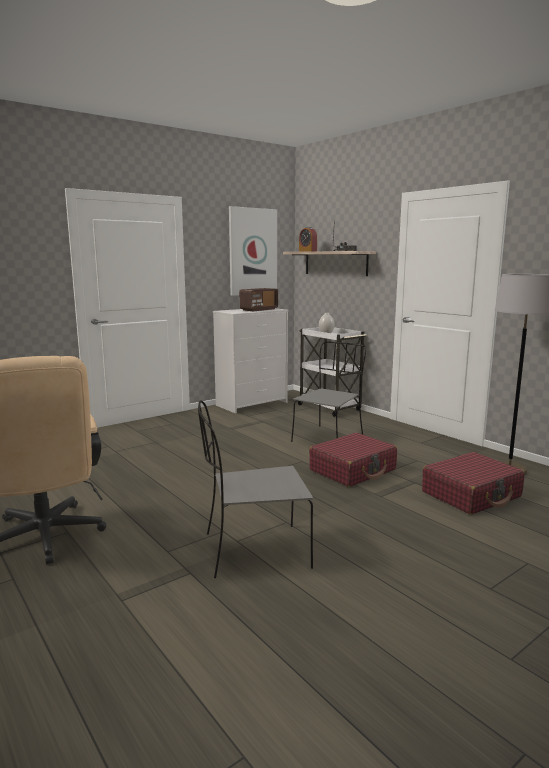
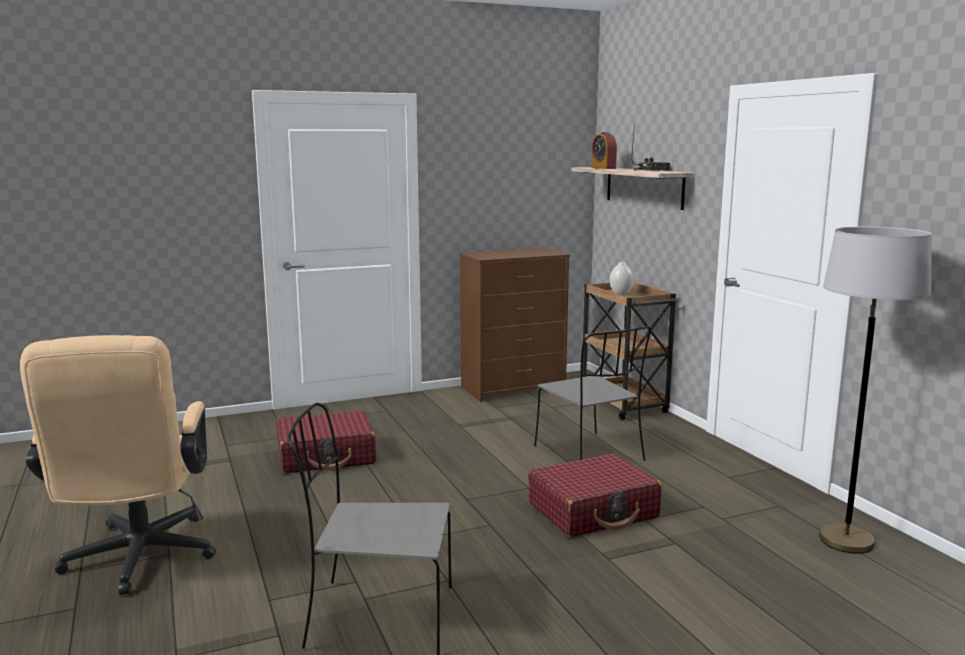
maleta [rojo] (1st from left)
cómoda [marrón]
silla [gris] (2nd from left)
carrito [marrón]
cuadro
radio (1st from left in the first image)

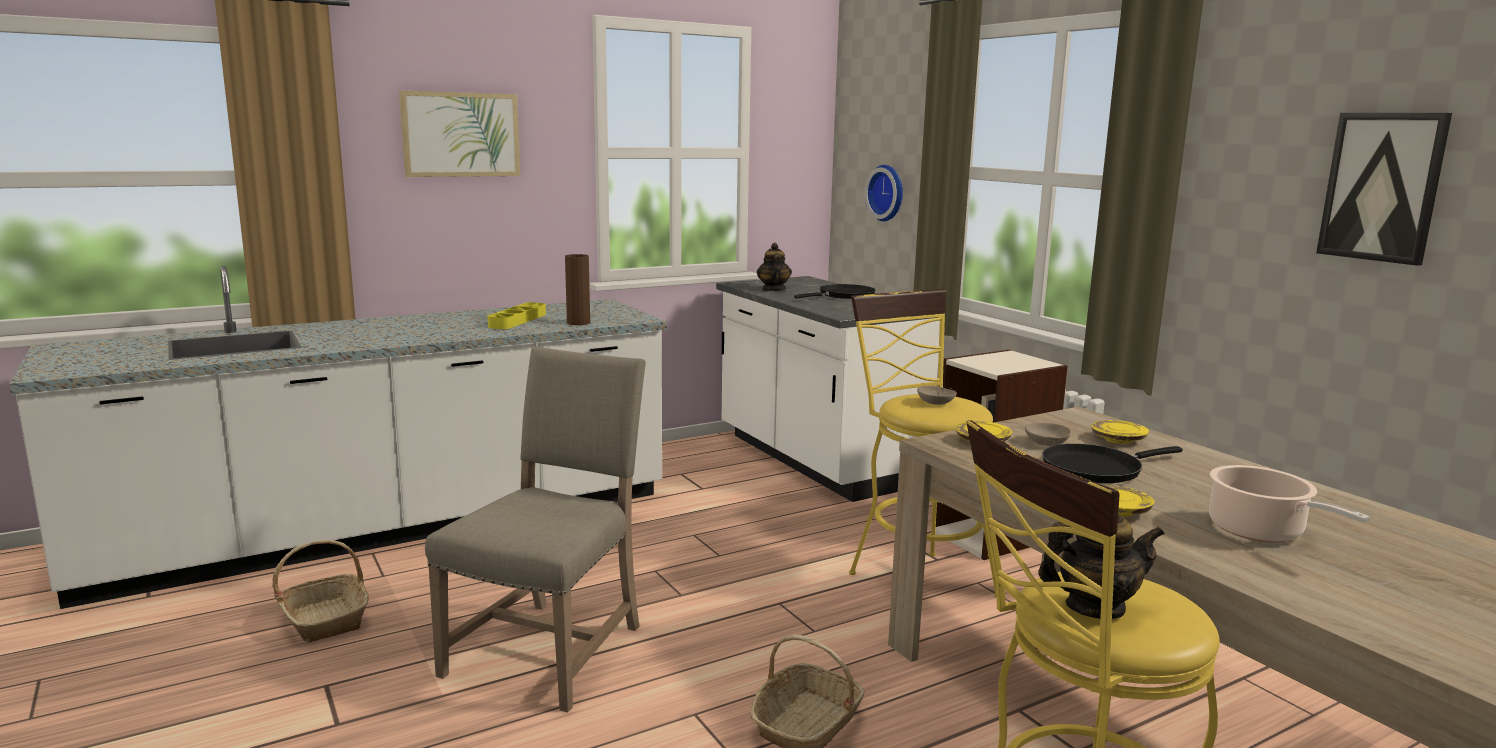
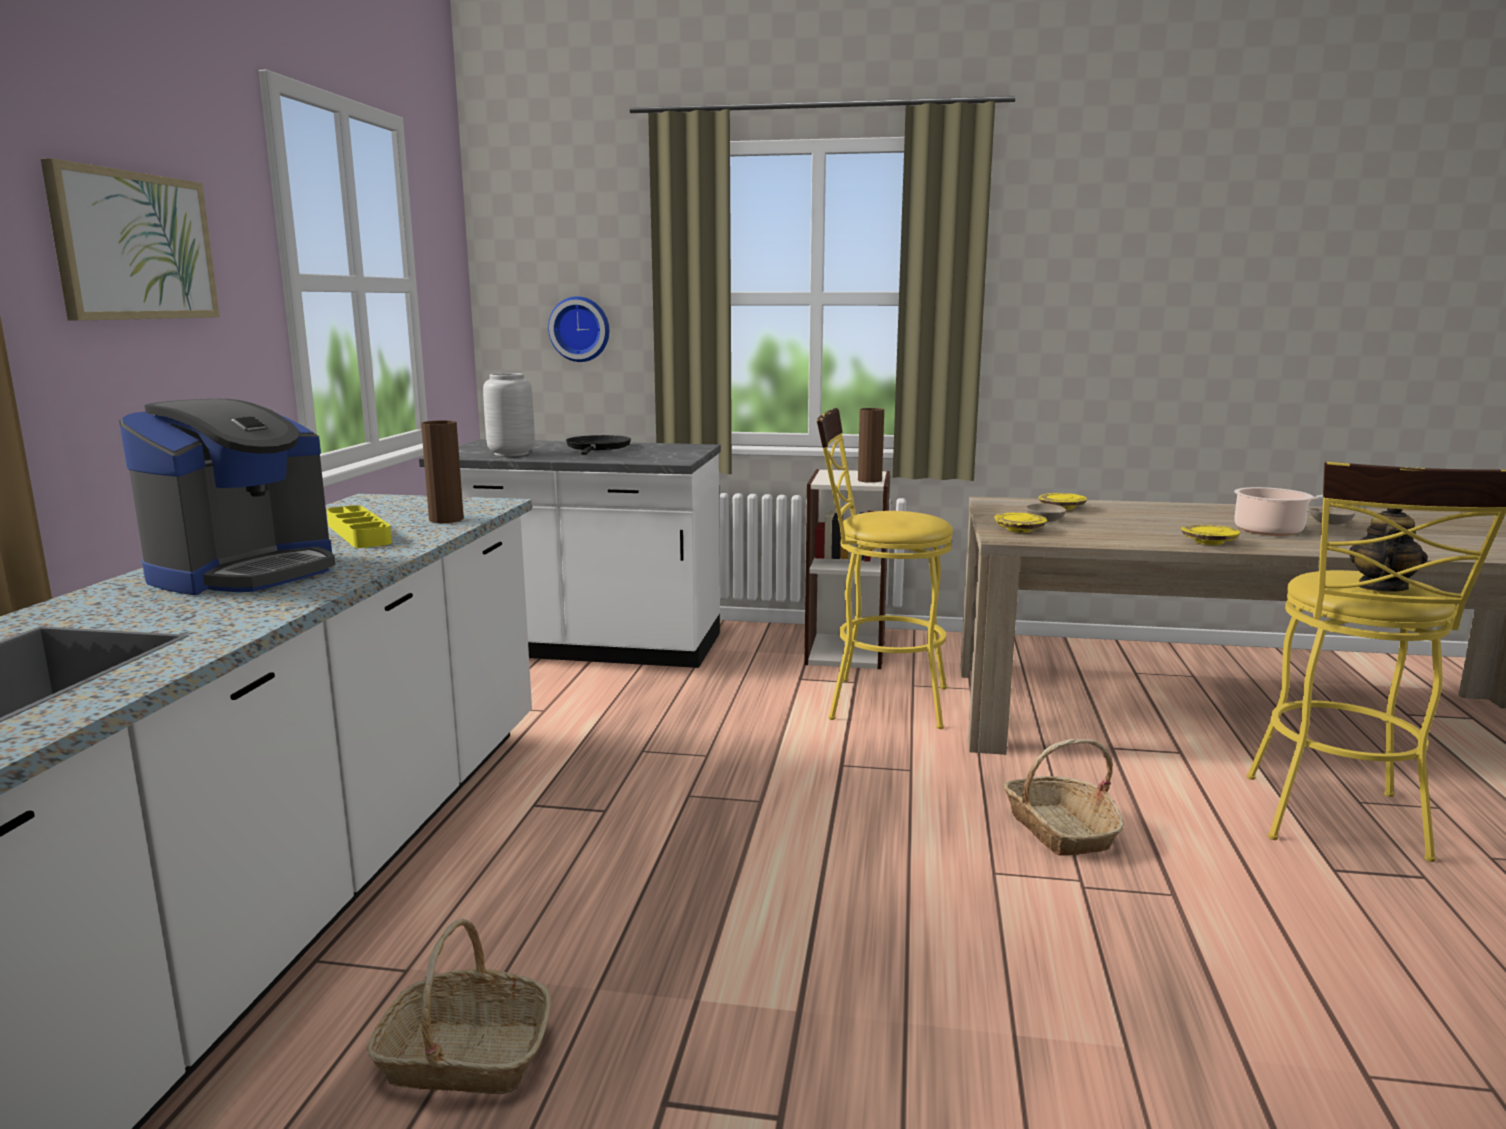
cafetera
florero [gris]
florero [marrón] (2nd from left)
cuenco [beis] (2nd from left)
silla [beis]
sartén [negro] (2nd from left in the first image)
cuadro (2nd from left in the first image)

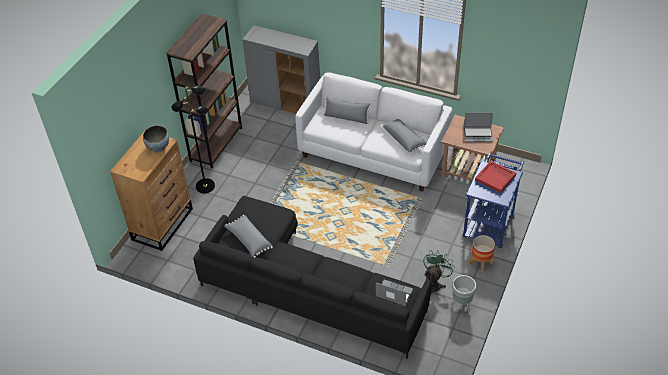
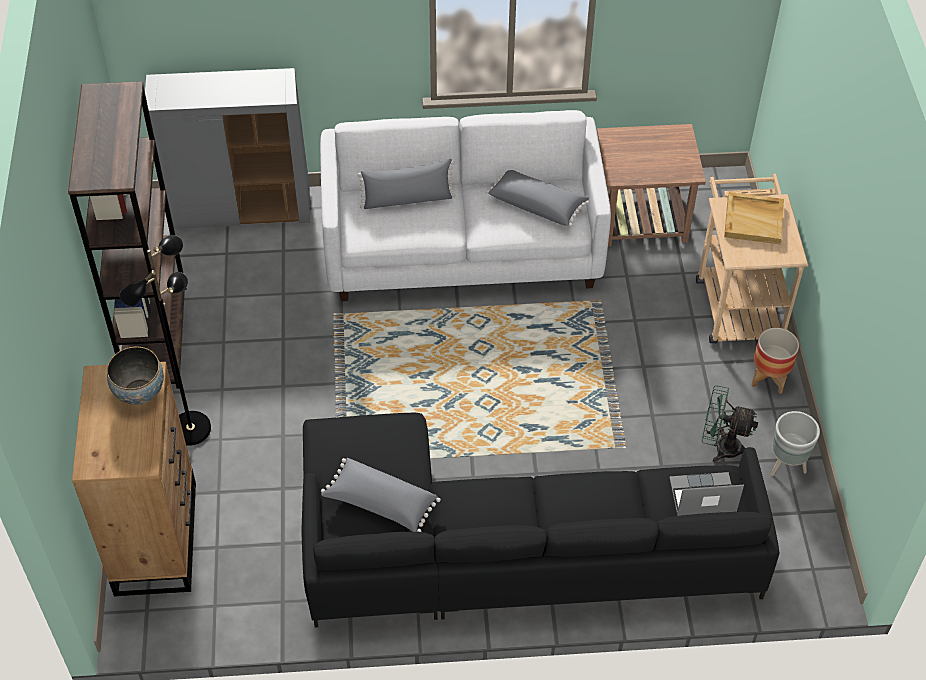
carrito [beis]
ventilador [verde]
bandeja [beis]
portátil (2nd from left in the first image)

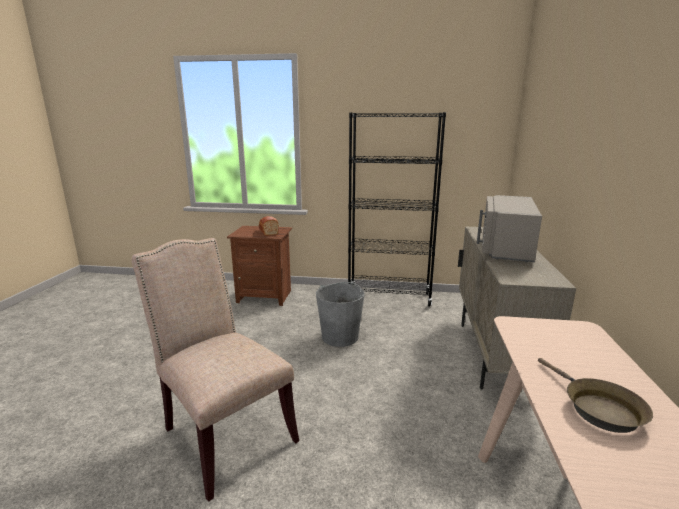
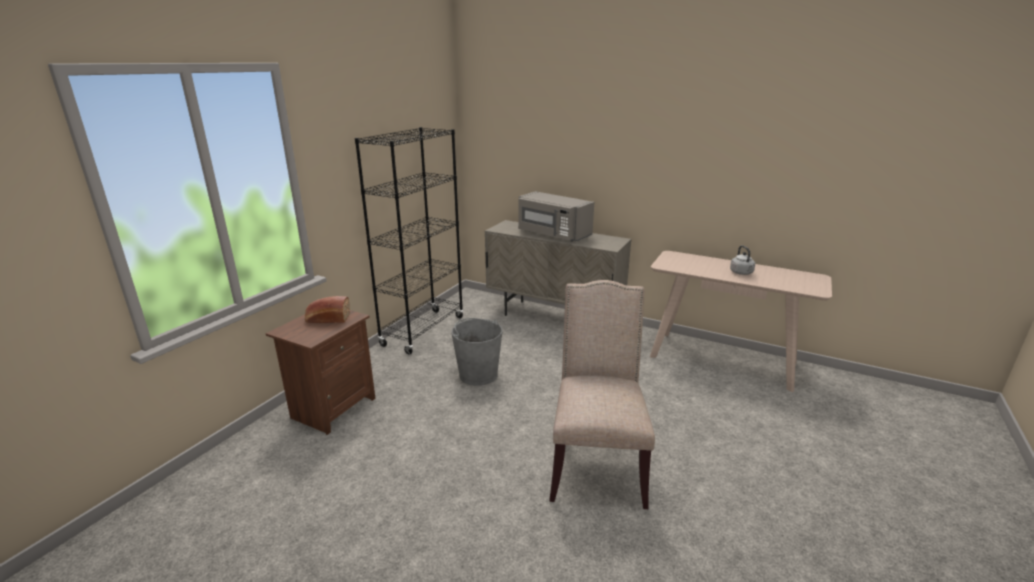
silla [beis]
hervidor [gris]

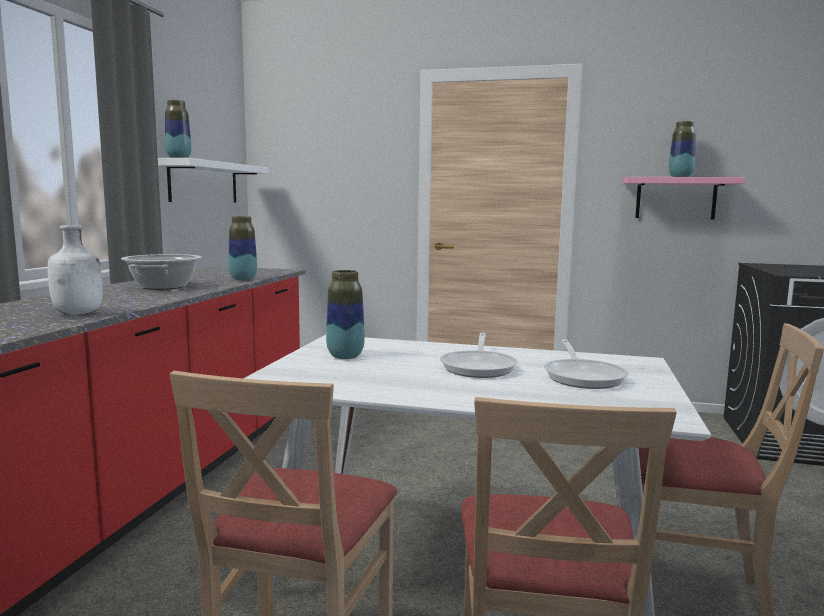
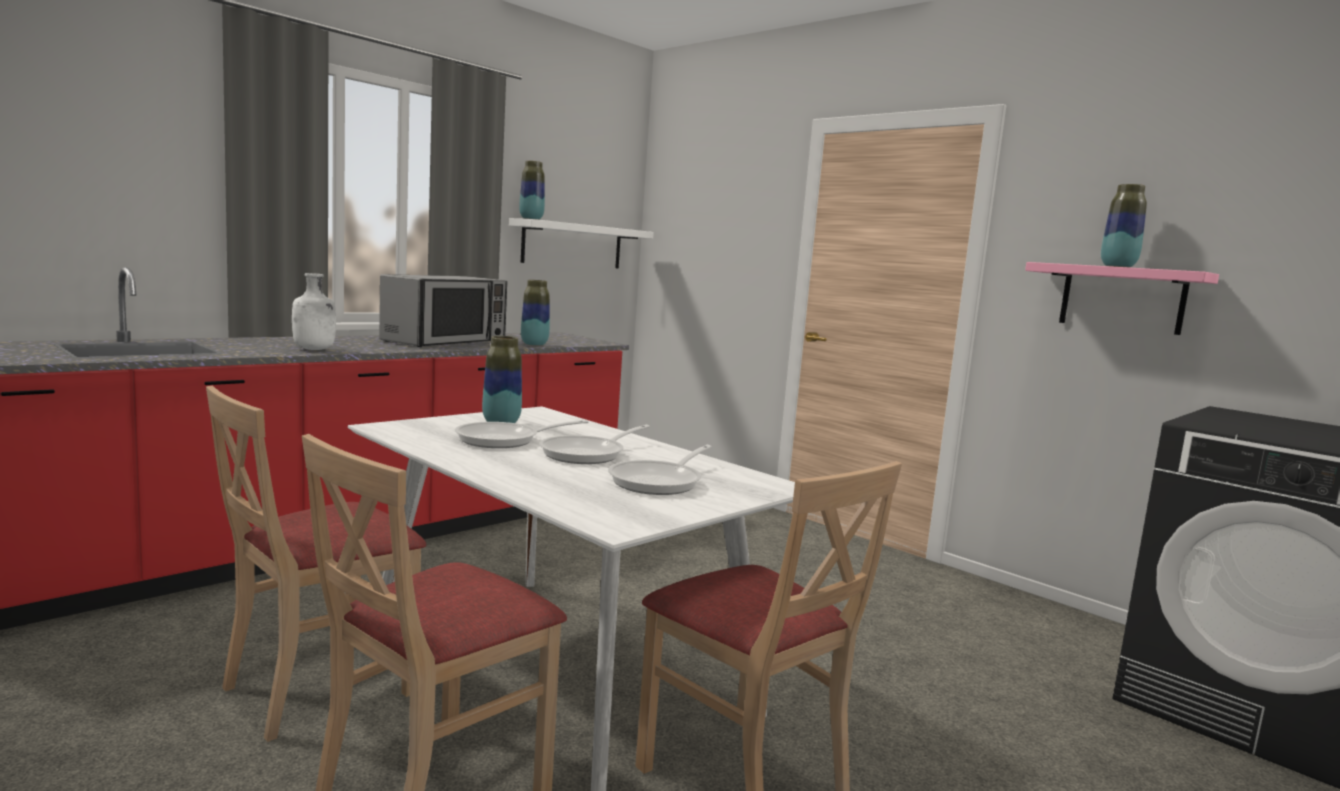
microondas
sartén (1st from left)

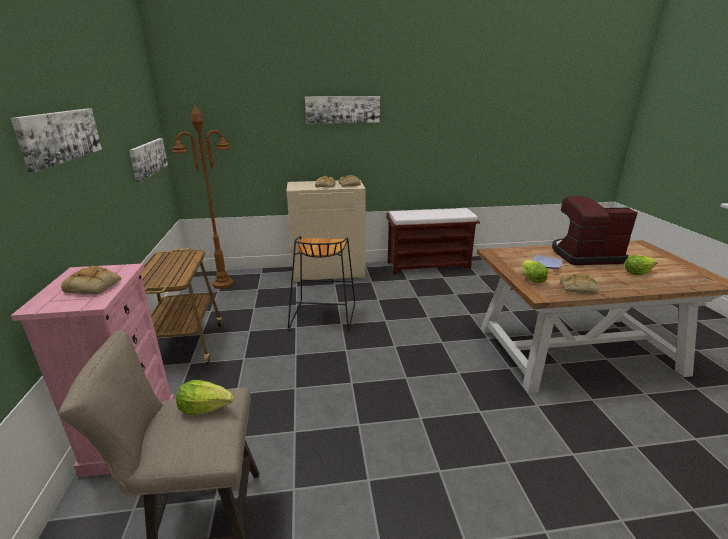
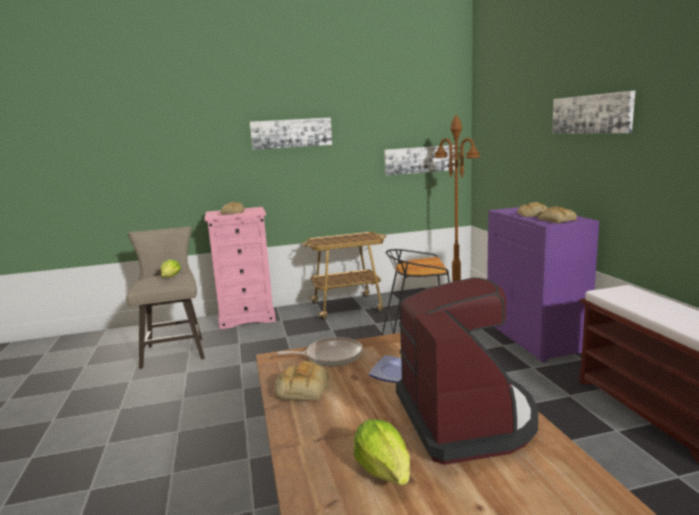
sartén
armario [morado]

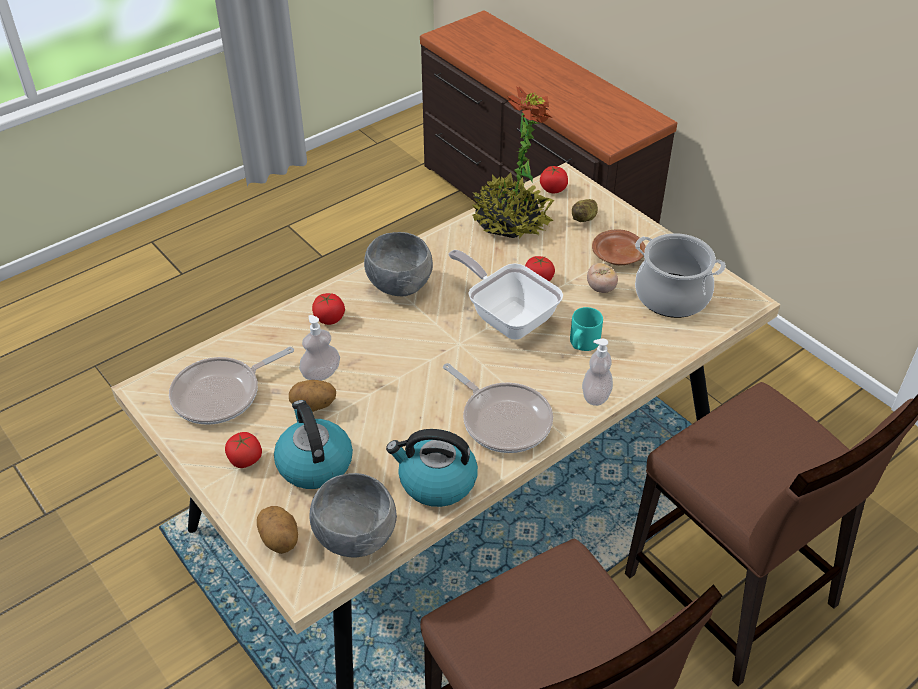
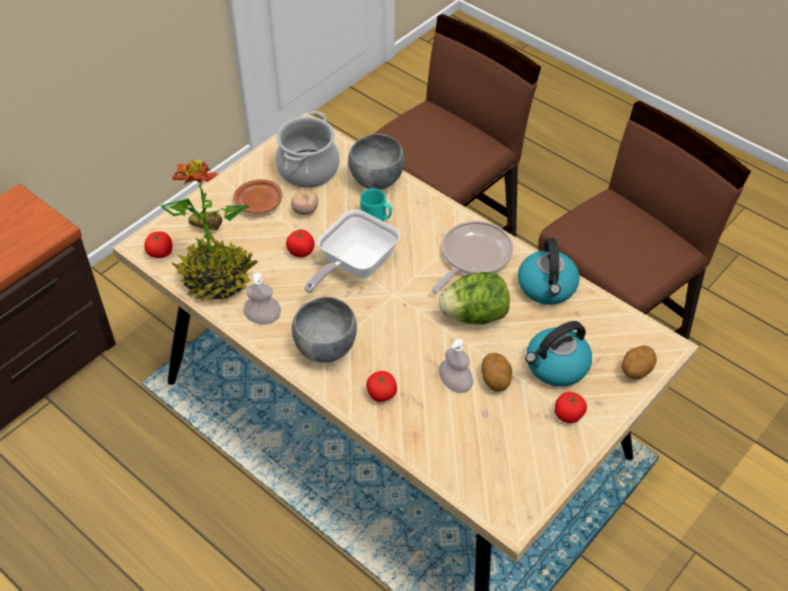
dispensador de jabón (1st from left)
cuenco [gris] (2nd from left)
lechuga
sartén (1st from left in the first image)

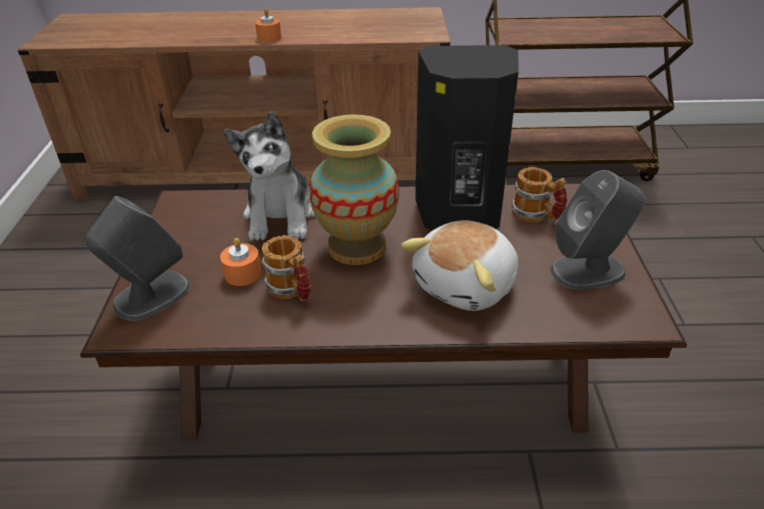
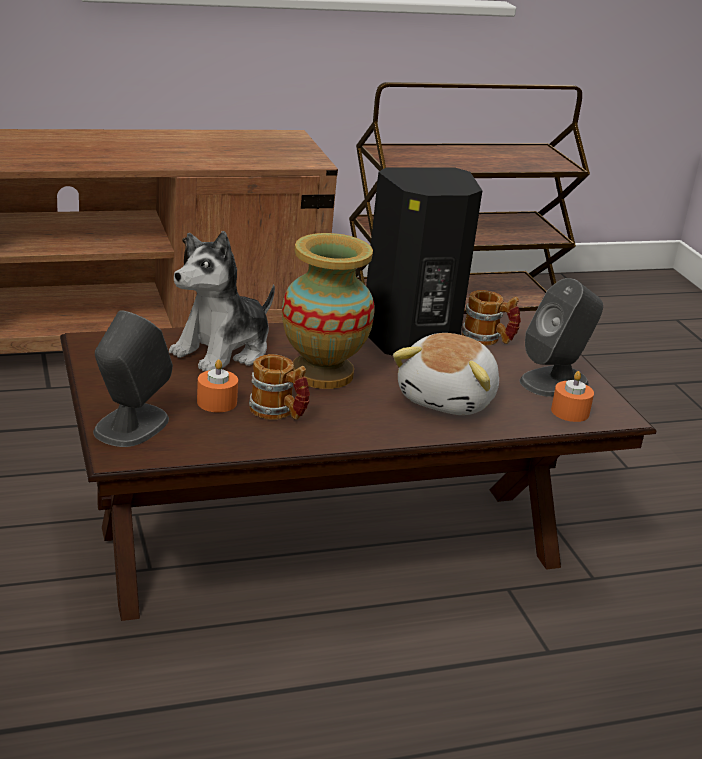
peluche (1st from left)
vela [naranja] (2nd from left)

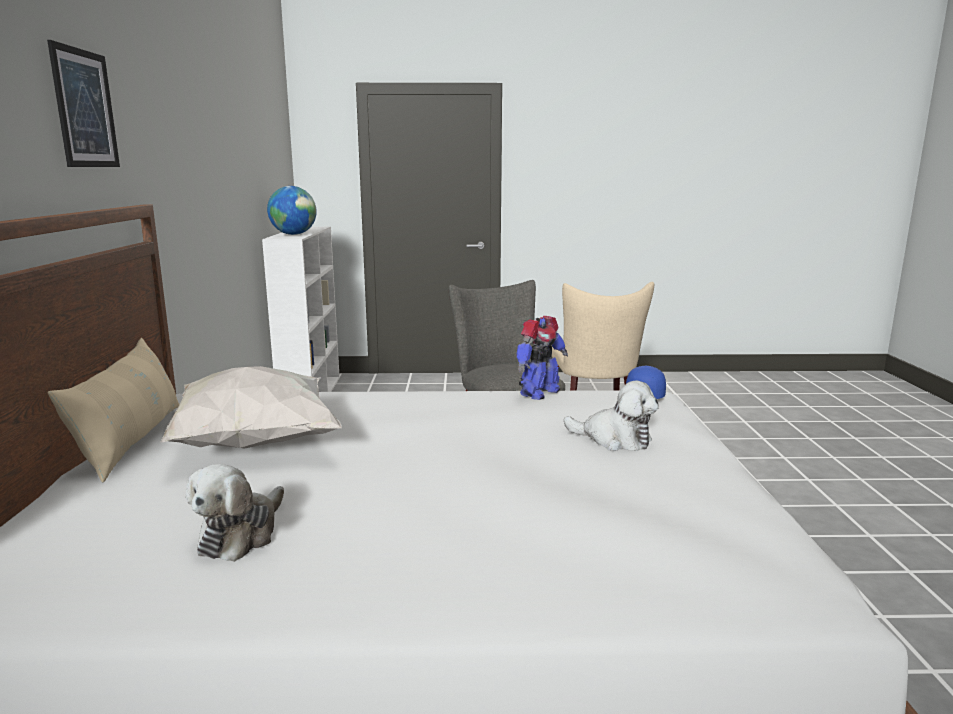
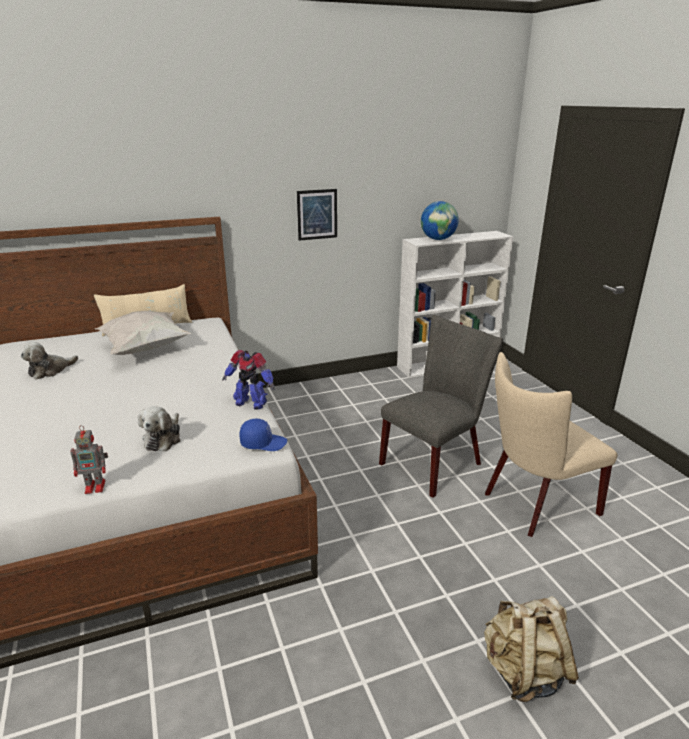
peluche (1st from left)
robot de juguete (1st from left)
cuadro
mochila [beis]

